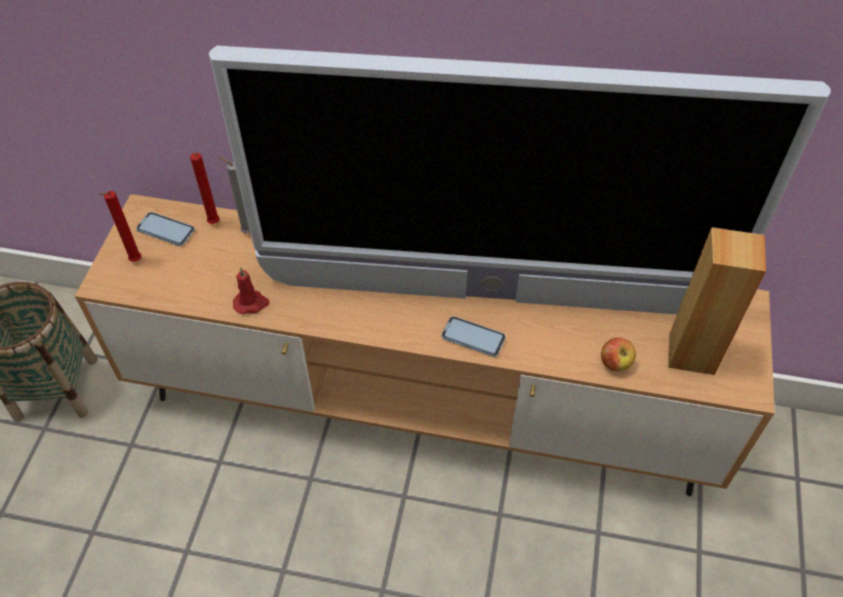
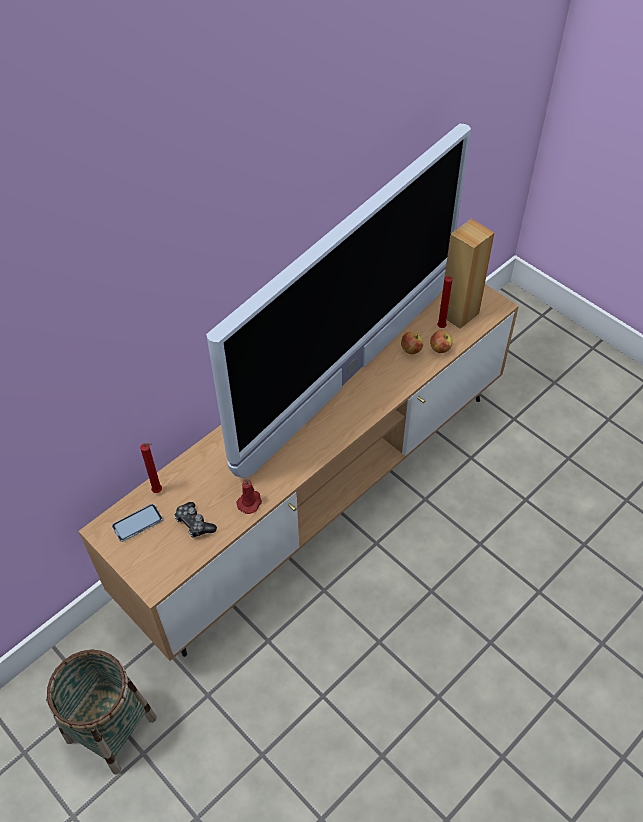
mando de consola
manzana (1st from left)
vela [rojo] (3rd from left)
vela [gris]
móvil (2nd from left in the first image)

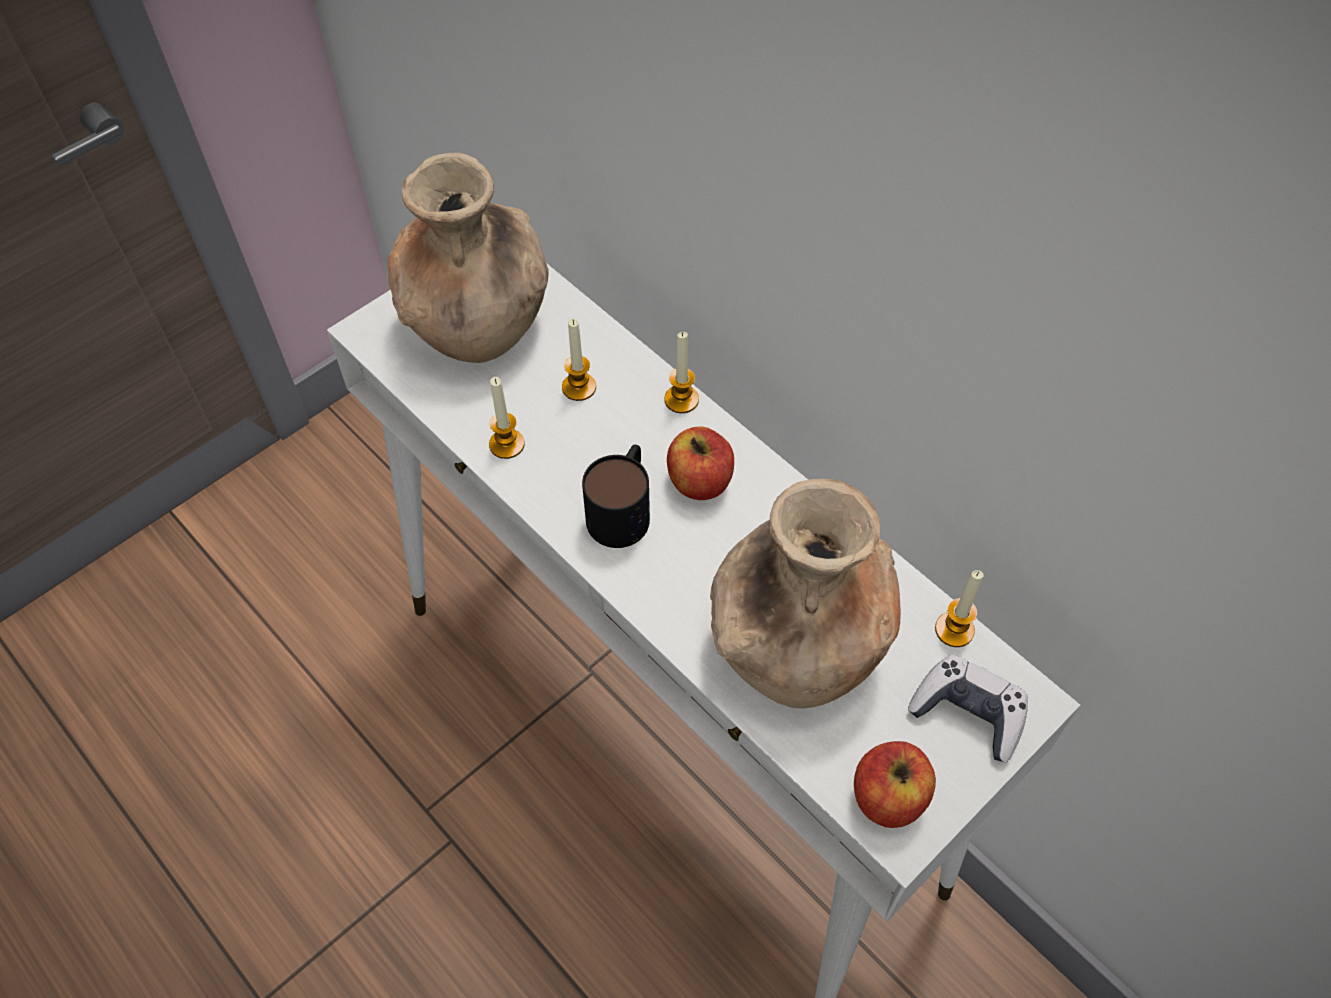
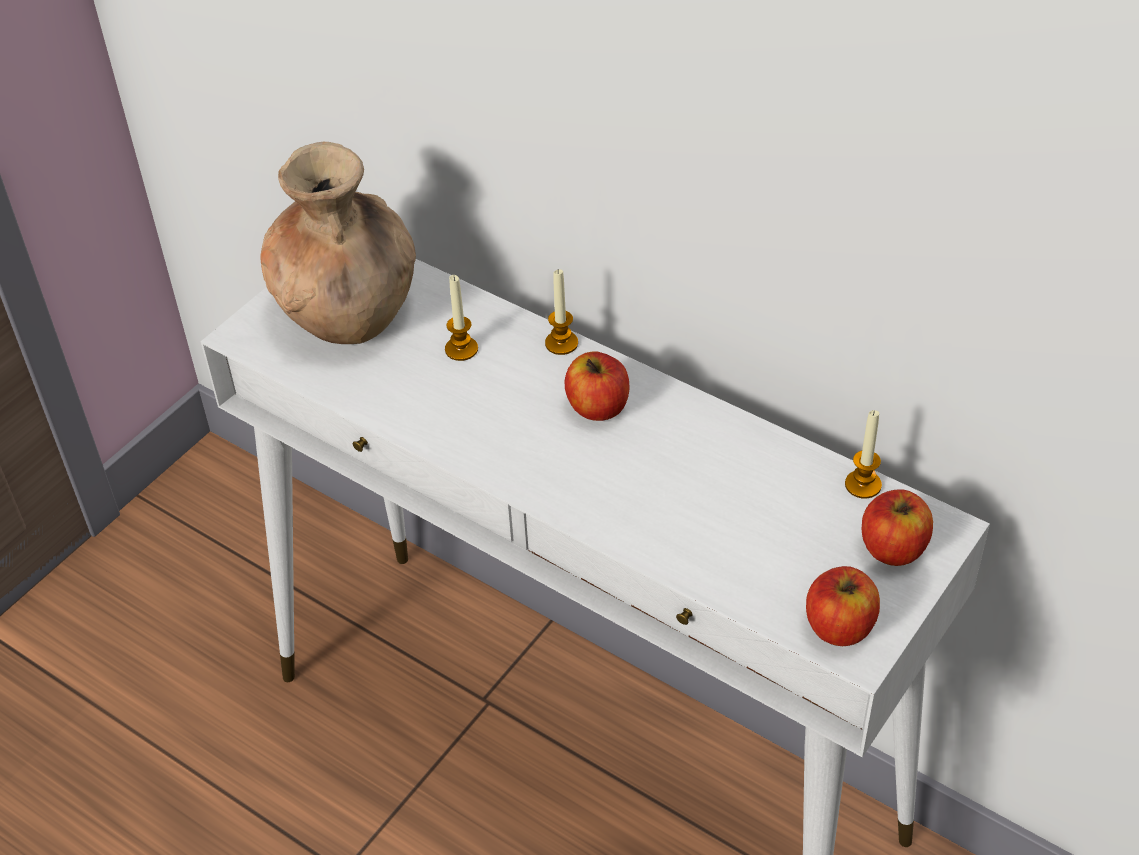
manzana (3rd from left)
vela (1st from left in the first image)
taza grande
florero [marrón] (2nd from left in the first image)

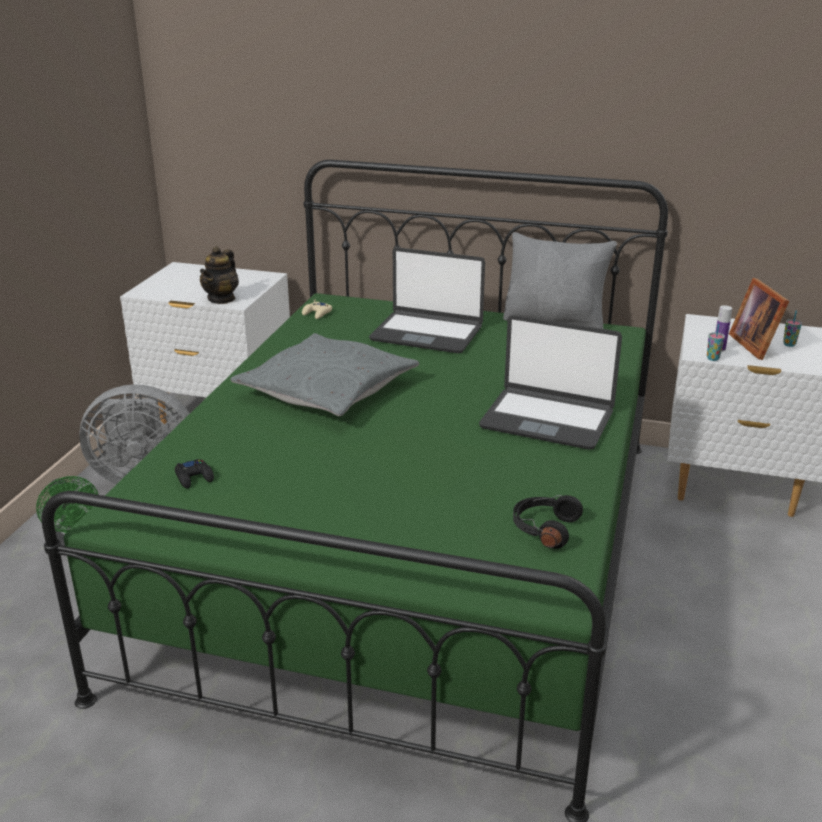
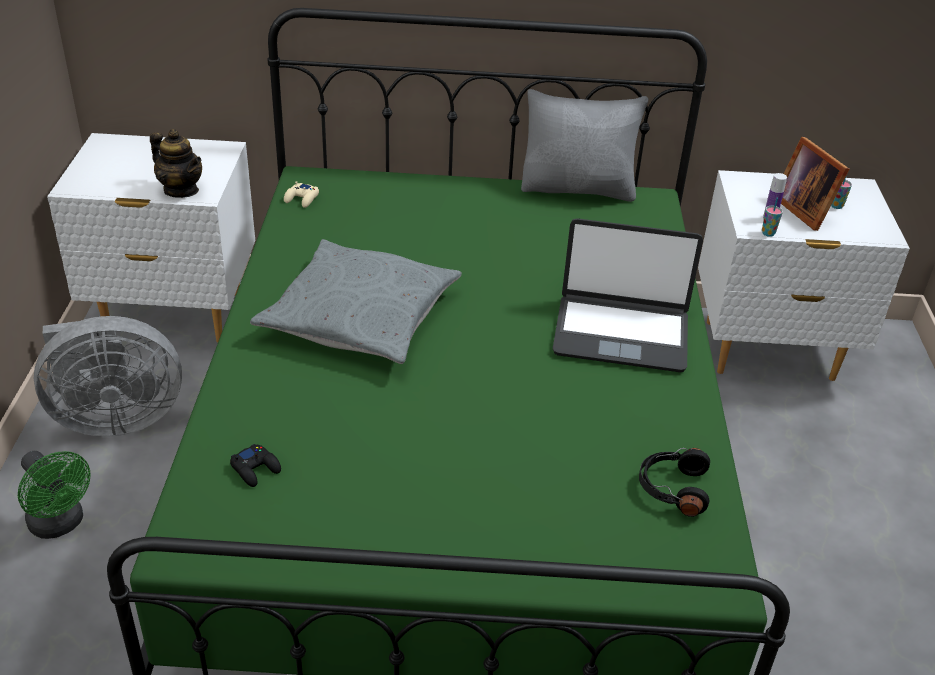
tetera
portátil (1st from left in the first image)

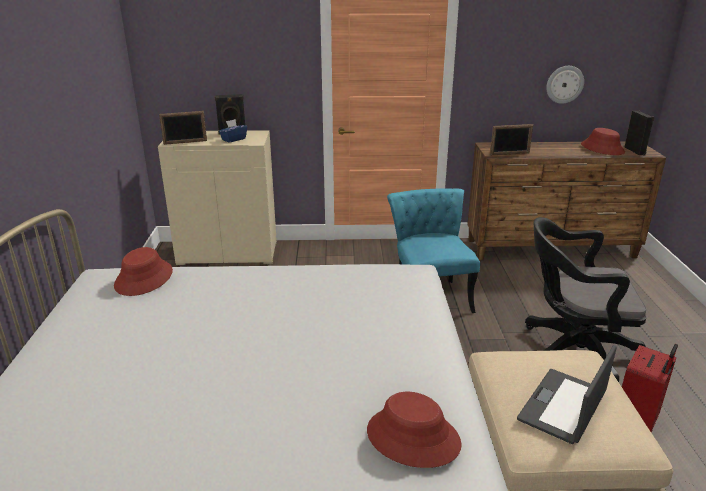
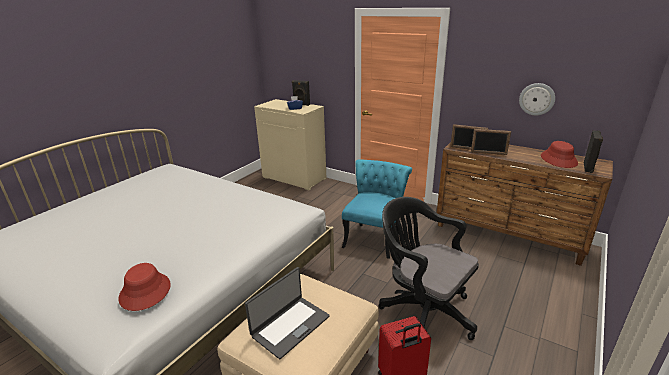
portátil
portarretratos (2nd from left)
sombrero [rojo] (1st from left in the first image)

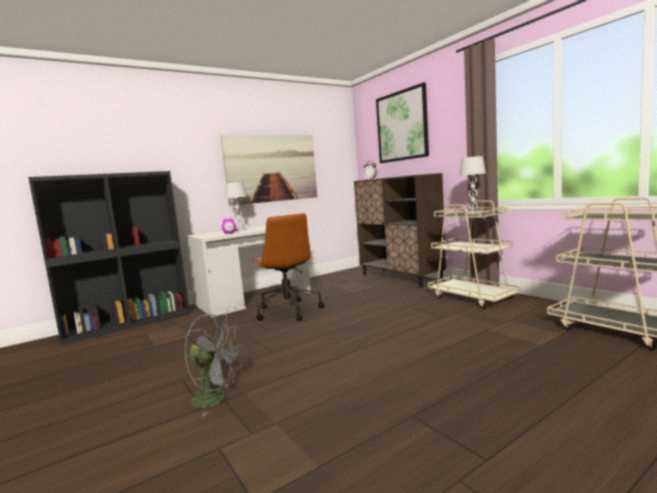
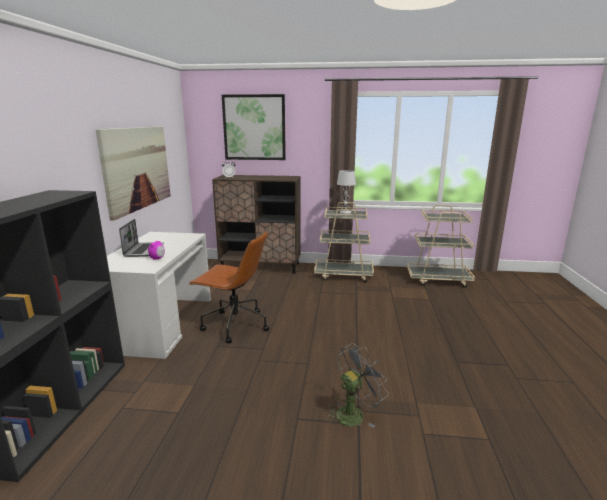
portátil

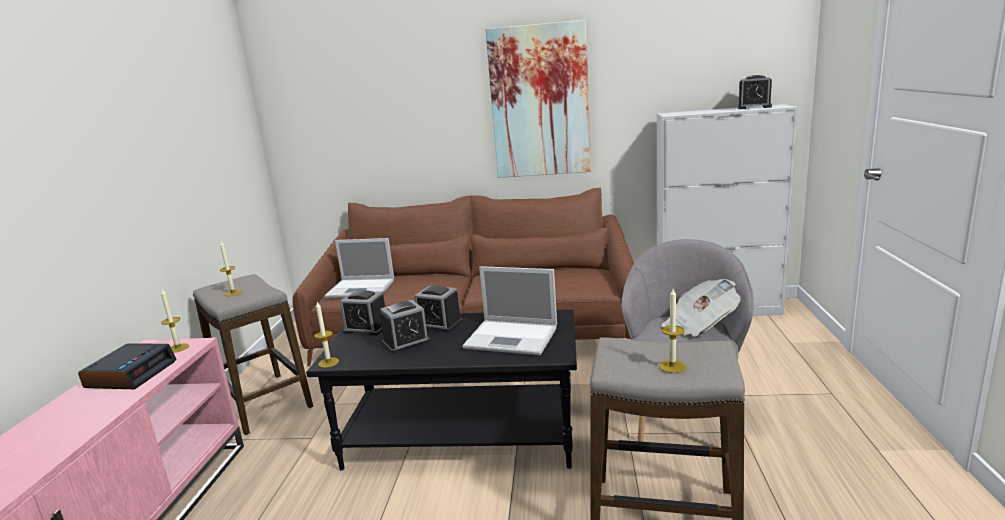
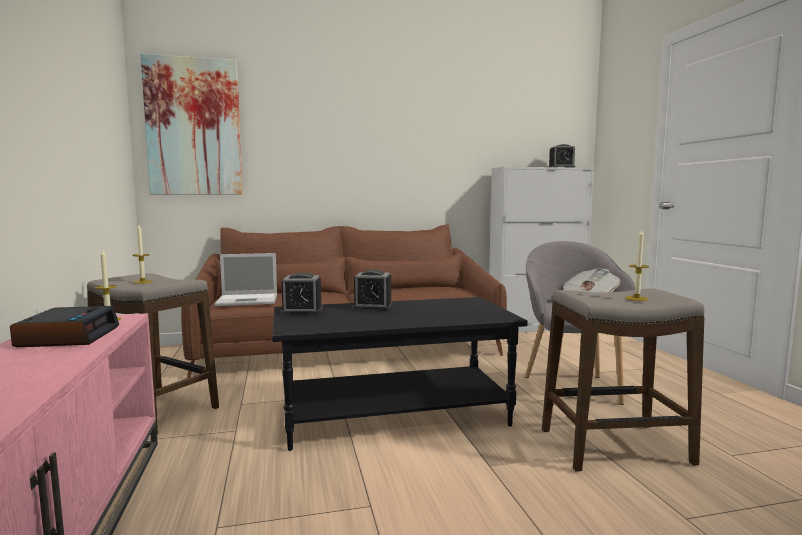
cuadro
vela (3rd from left in the first image)
despertador (3rd from left in the first image)
portátil (2nd from left in the first image)

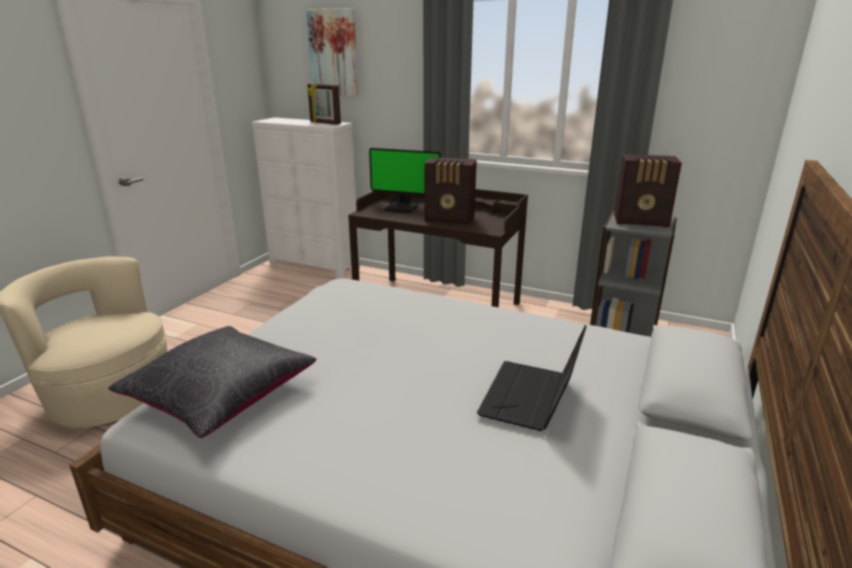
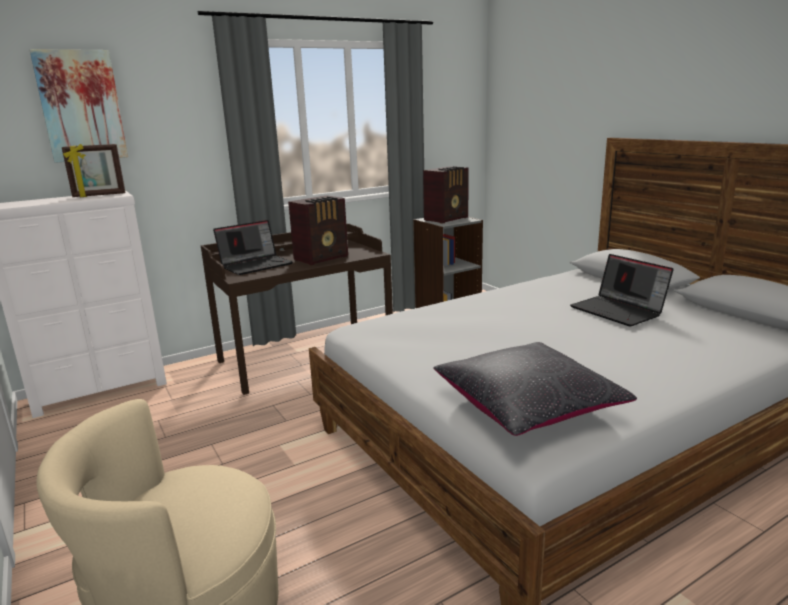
portátil (1st from left)

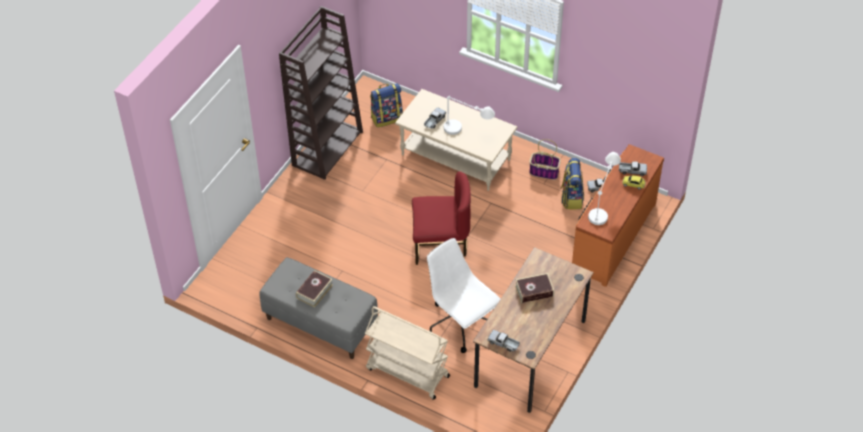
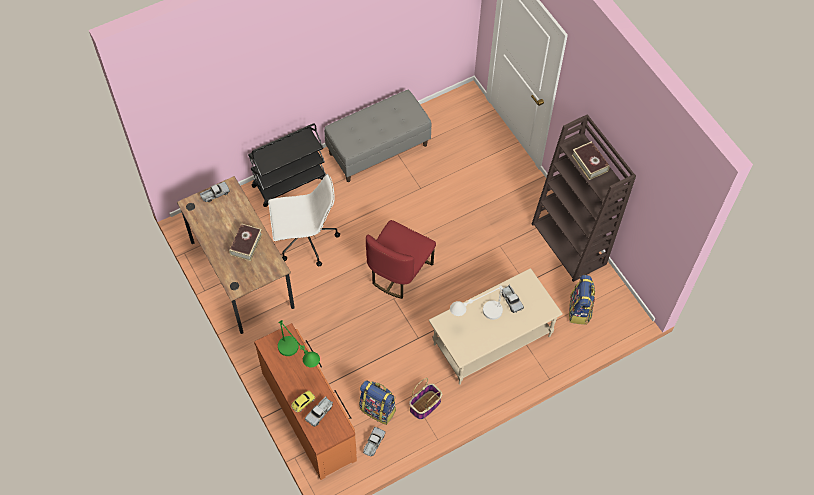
carrito [negro]
lámpara de mesa [verde]
libro (2nd from left)

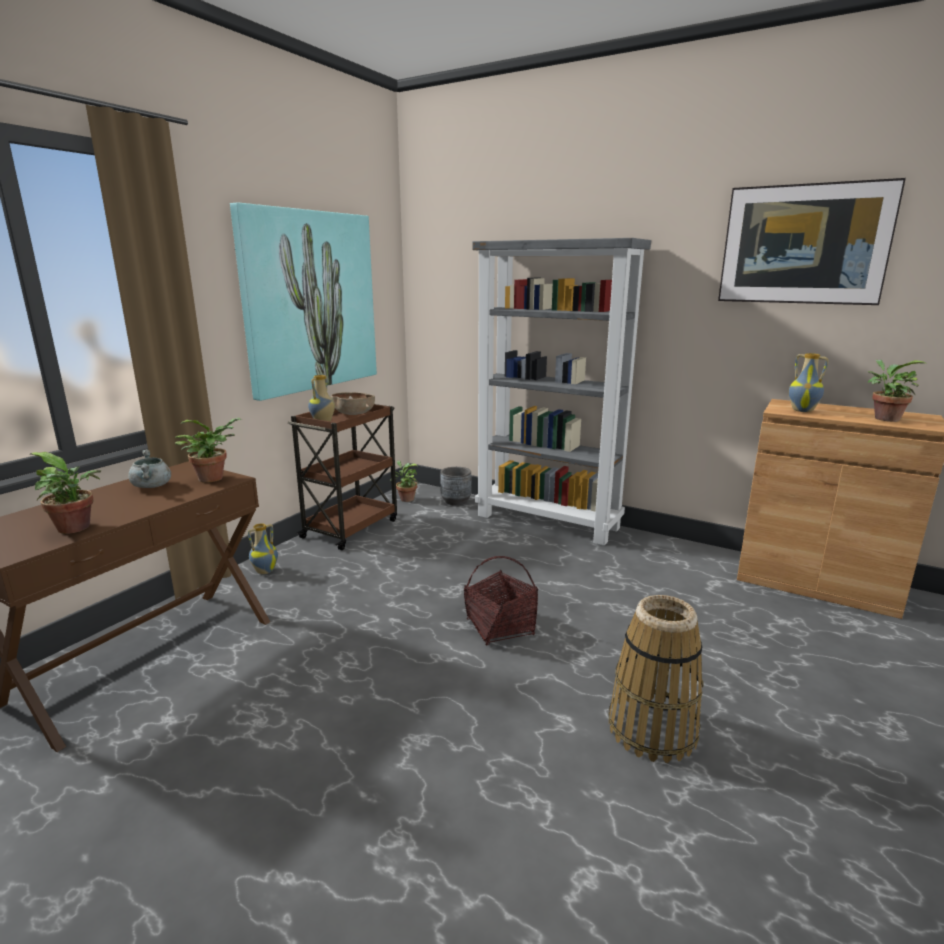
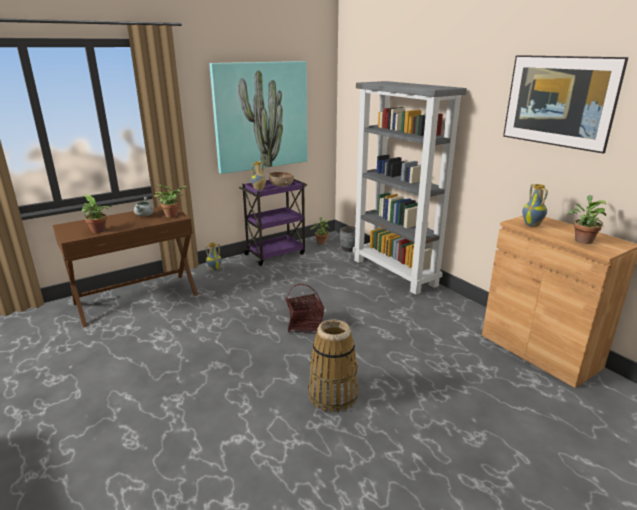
carrito [morado]

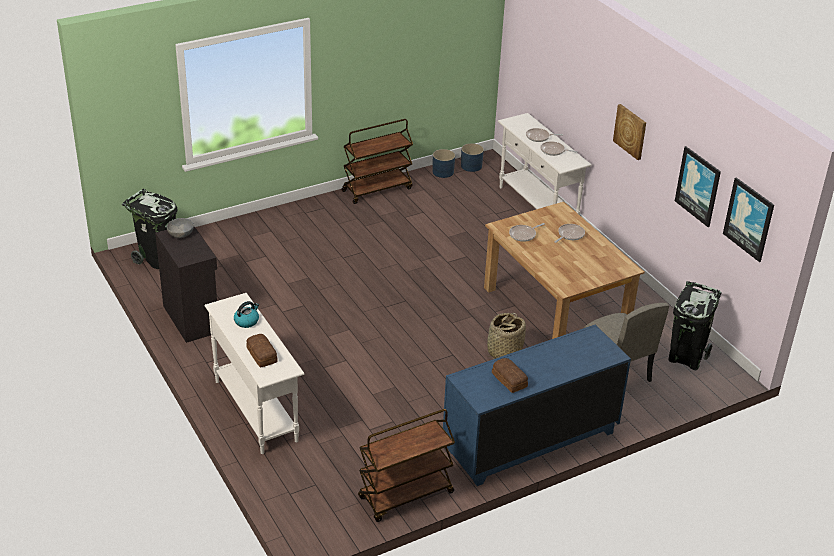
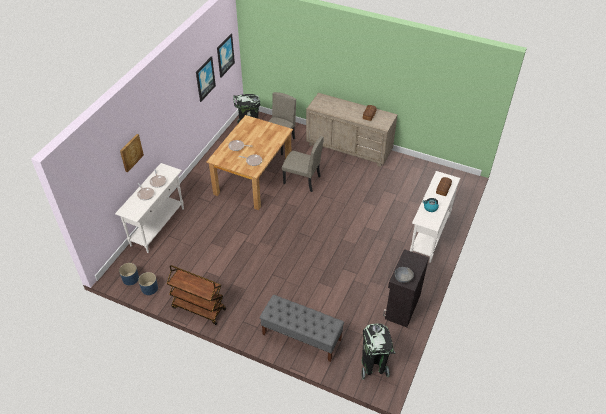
cuadro (1st from left)
banco [gris]
silla [beis] (2nd from left)
cómoda [beis]
carrito [marrón] (2nd from left in the first image)

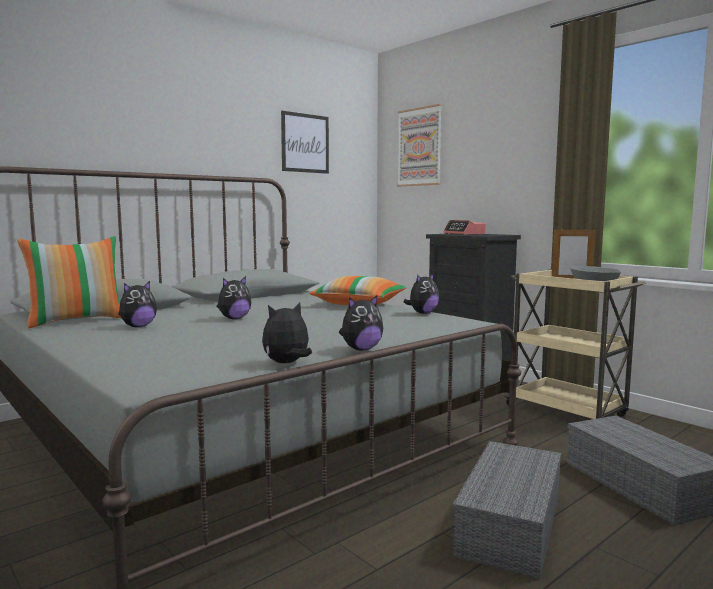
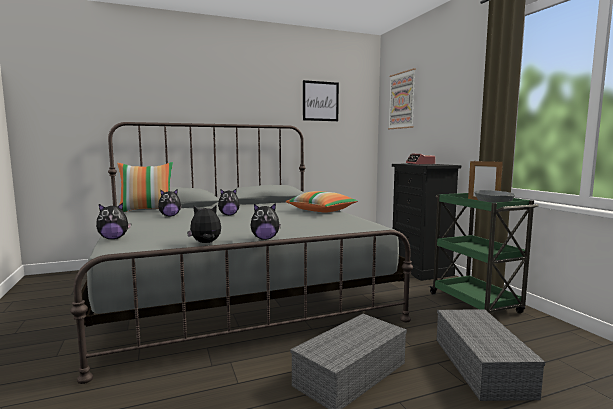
peluche (1st from left)
carrito [verde]

